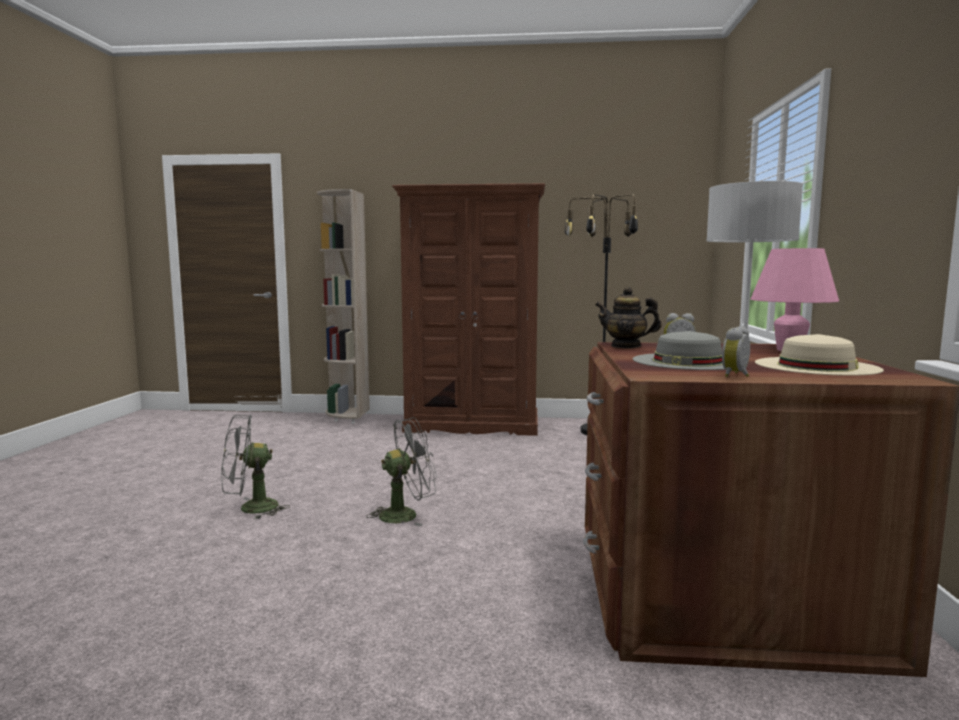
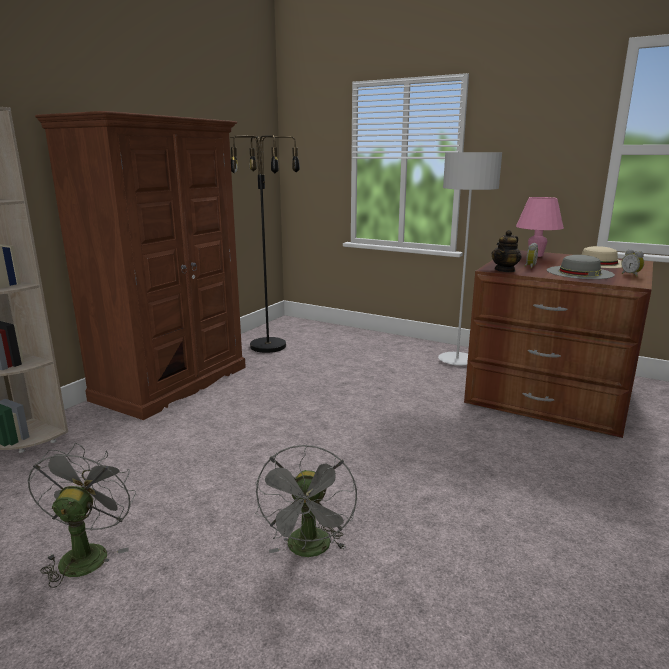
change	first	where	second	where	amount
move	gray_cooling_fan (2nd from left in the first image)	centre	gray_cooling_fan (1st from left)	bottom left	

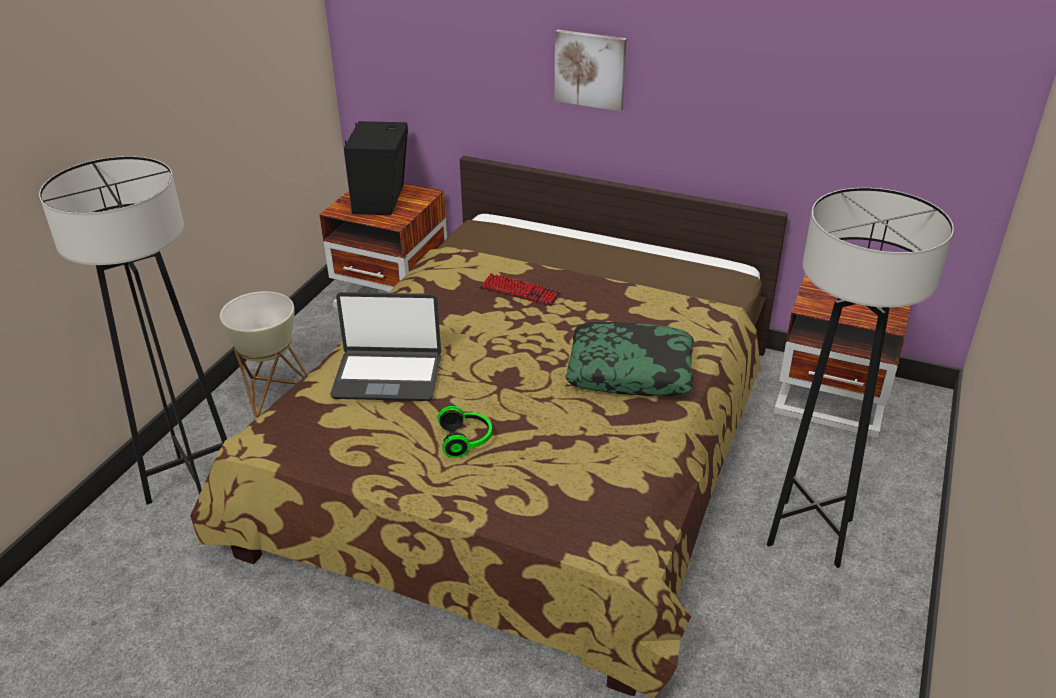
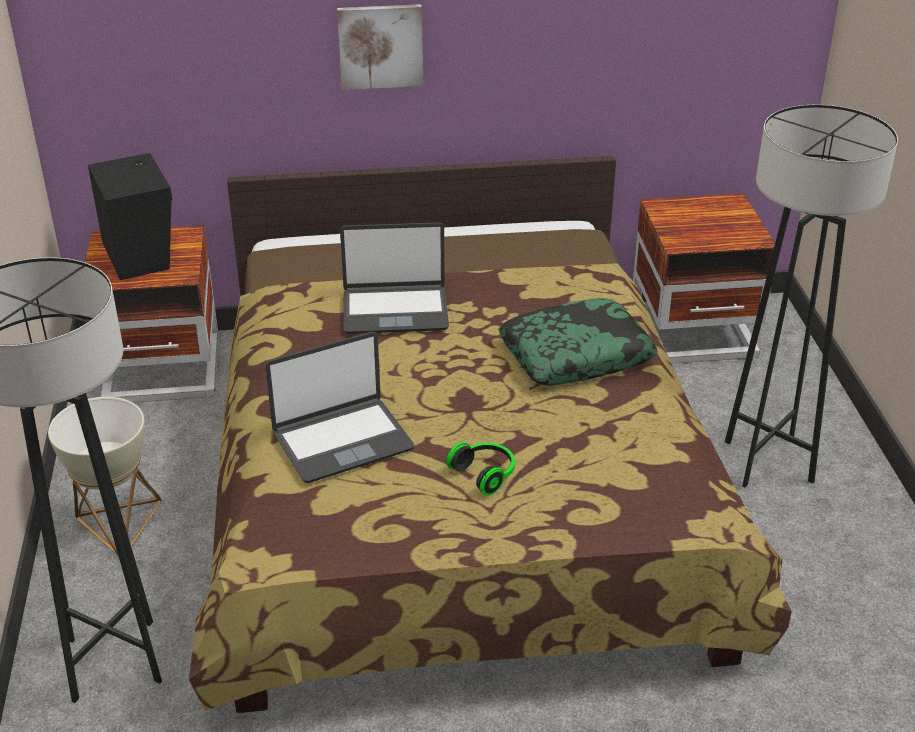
change	first	where	second	where	amount
replace	PC_keyboard	centre	notebook_computer (2nd from left)	centre	

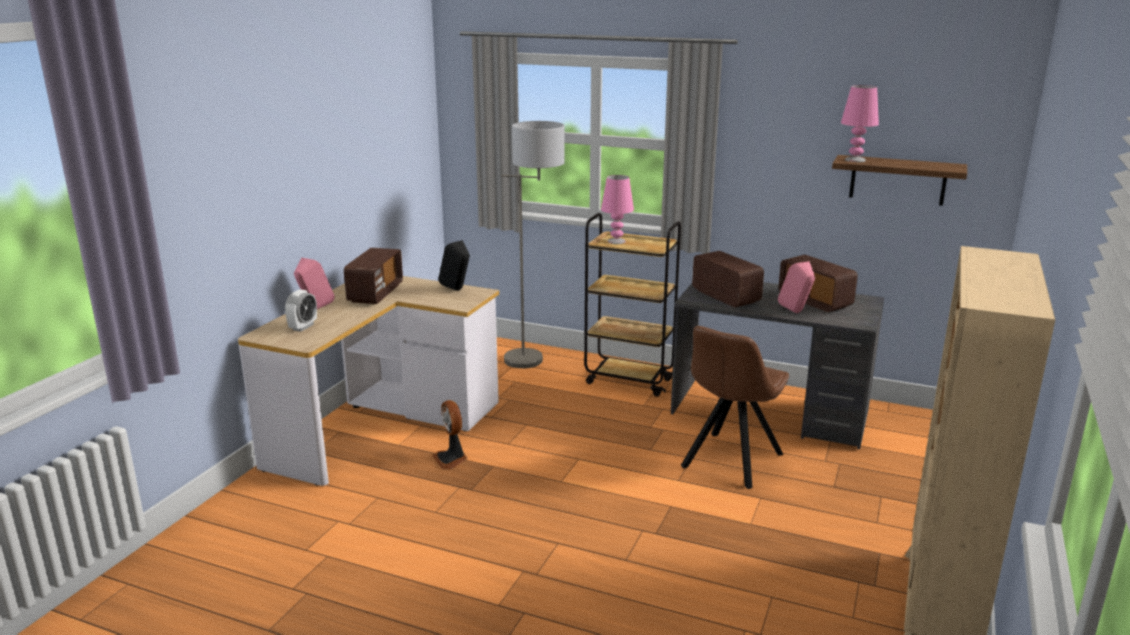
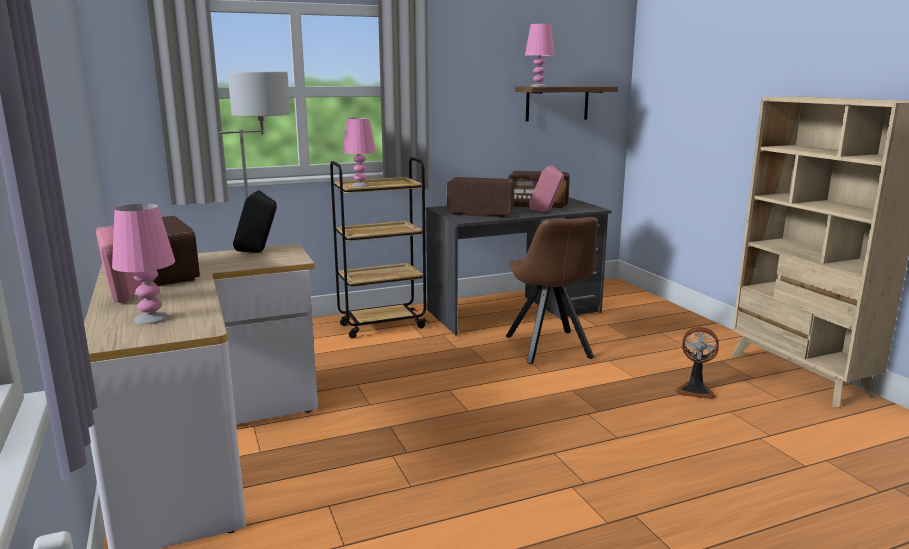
change	first	where	second	where	amount
replace	alarm_clock	middle left	pink_lamp_for_a_table (1st from left)	middle left	
move	cooling_fan	bottom centre		middle right	

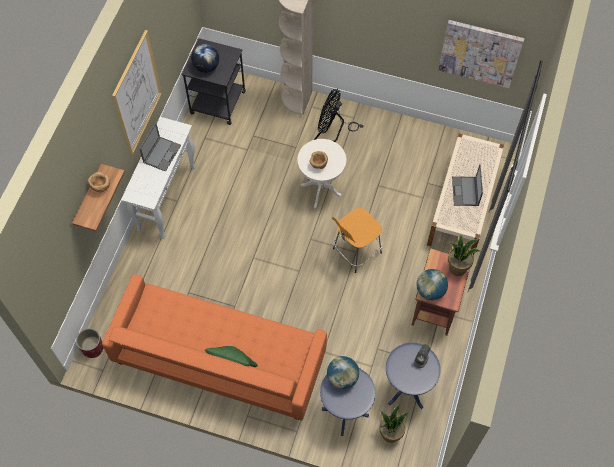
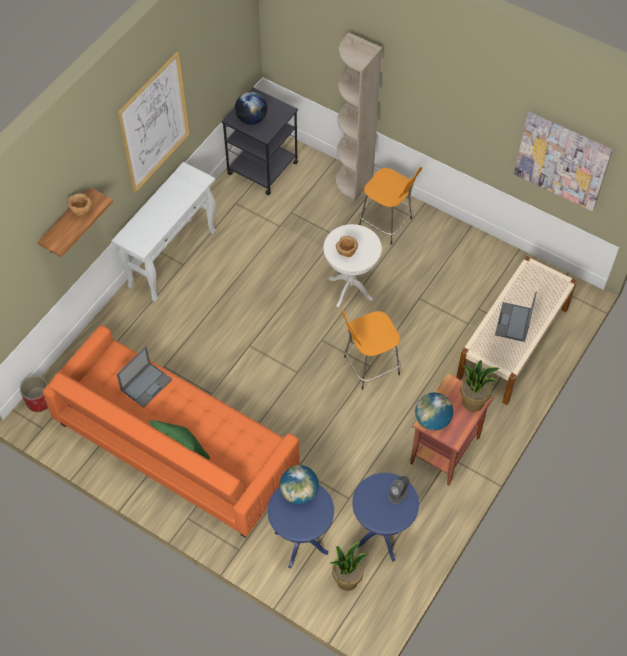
change	first	where	second	where	amount
move	notebook_computer (1st from left)	top left		middle left	
replace	blackish_cooling_fan	top centre	orange_stool_seat (2nd from left)	top centre	

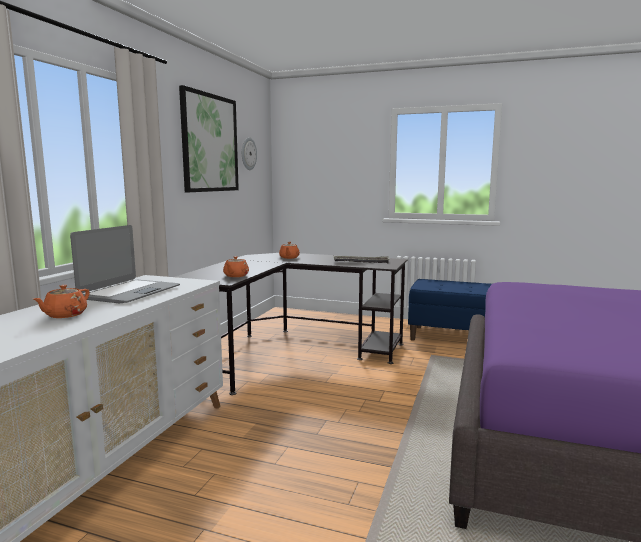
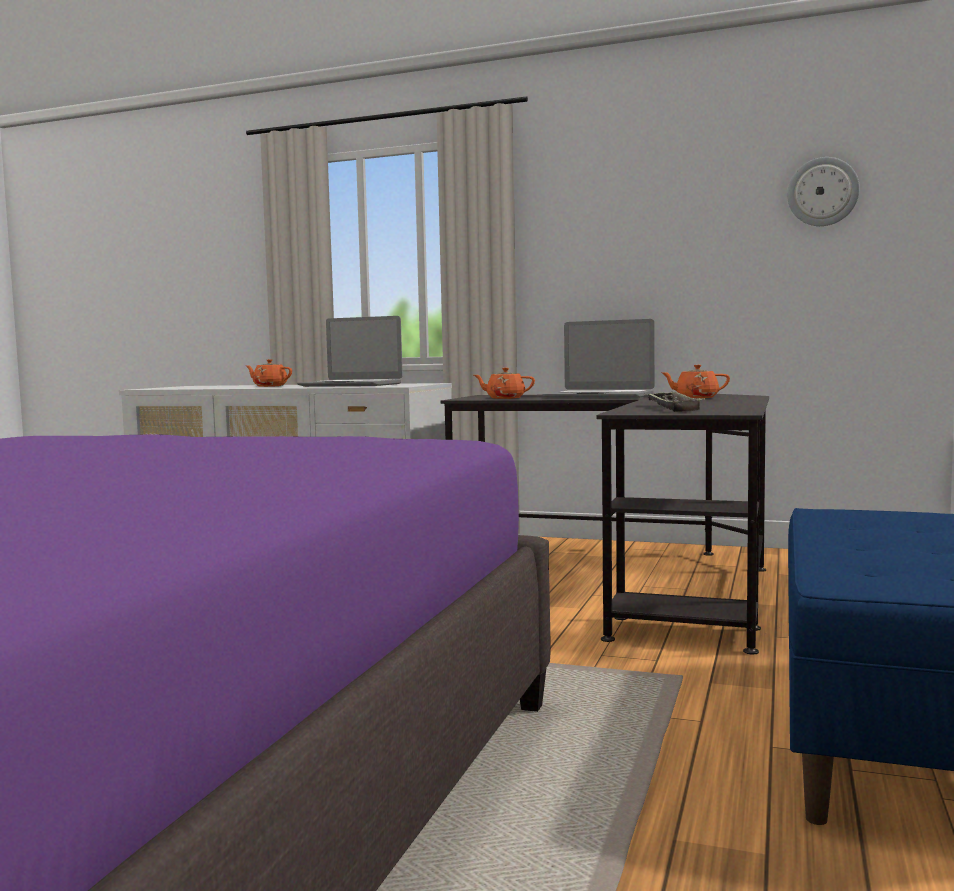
change	first	where	second	where	amount
insert			notebook_computer (2nd from left)	centre	
delete	wall_art	top left			

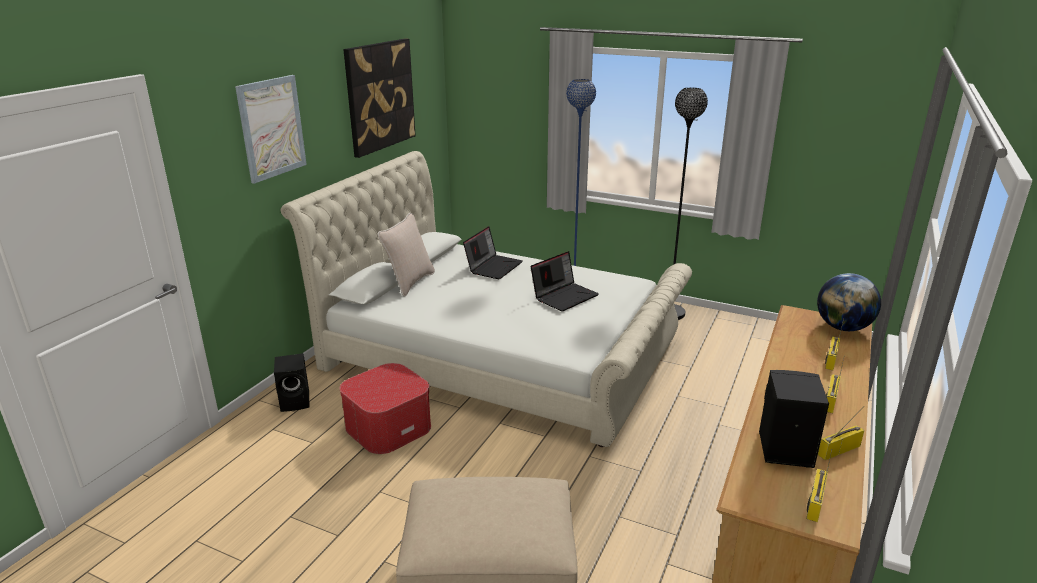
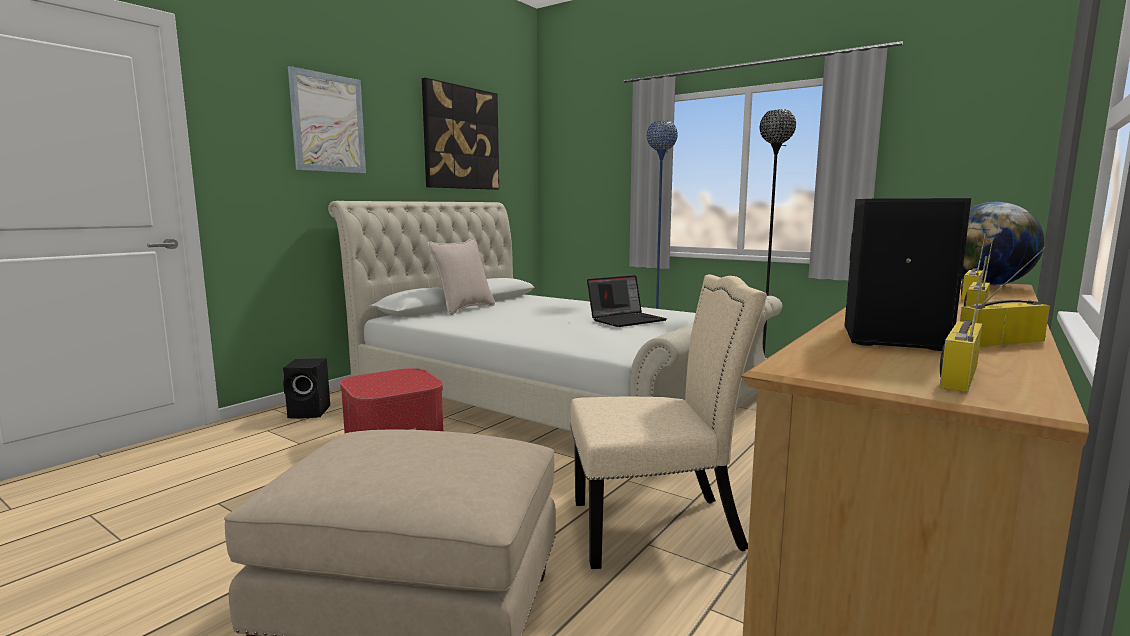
change	first	where	second	where	amount
insert			beige_upright_chair	centre	
delete	notebook_computer (1st from left)	centre			

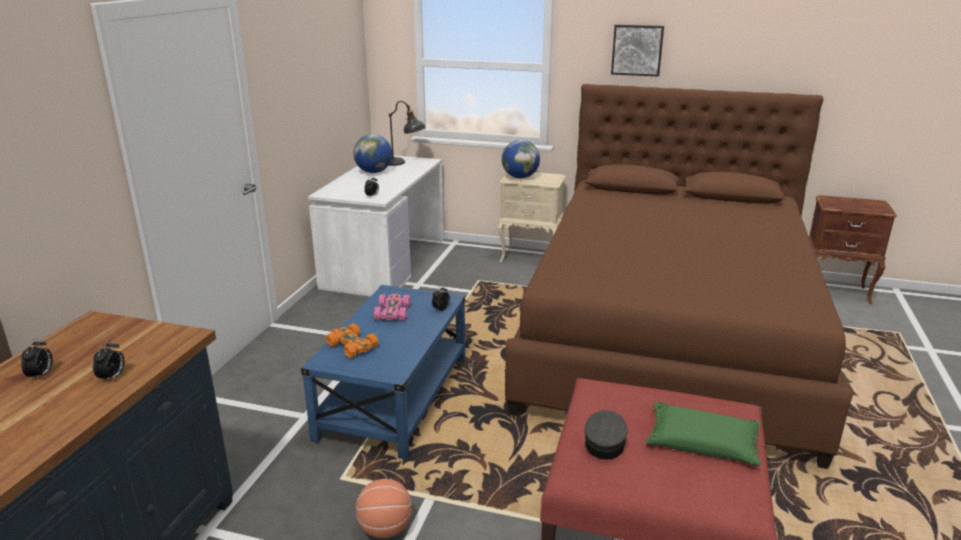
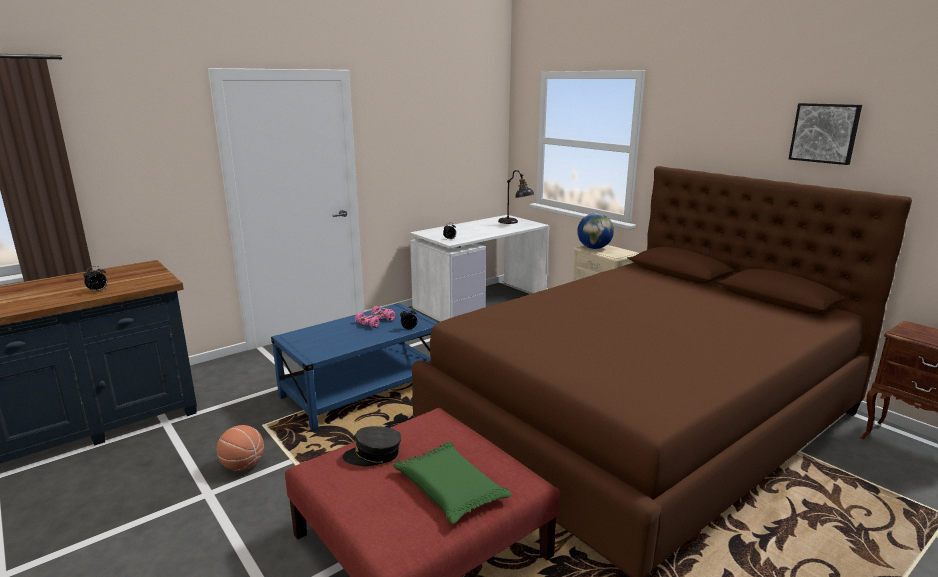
change	first	where	second	where	amount
rotate	gray_baseball_cap	bottom centre		bottom centre	150 degrees counterclockwise
move	wall_art	top centre		top right	
delete	alarm_clock (1st from left)	middle left			
delete	orange_miniature_car	centre			
delete	desk_globe (1st from left)	top centre			

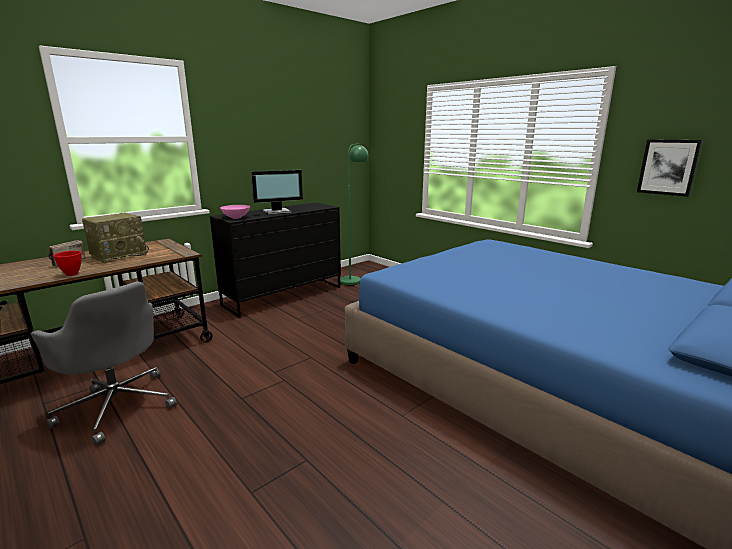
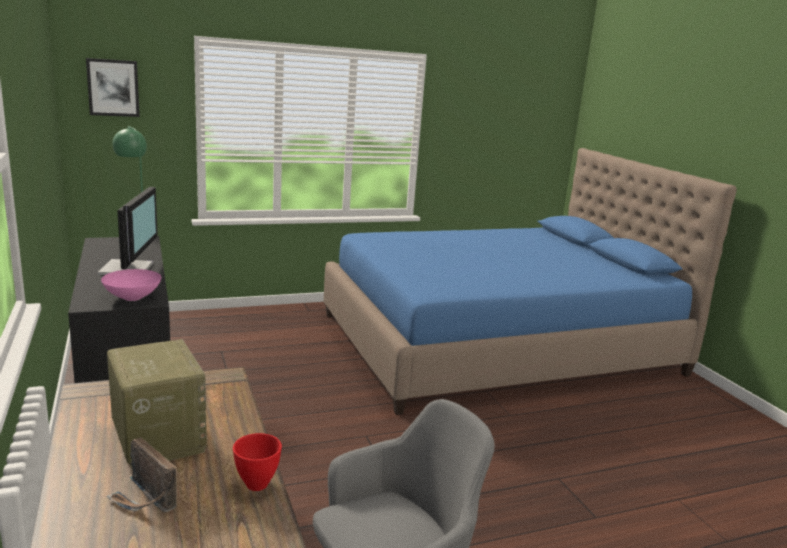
change	first	where	second	where	amount
move	wall_art	top right		top left	

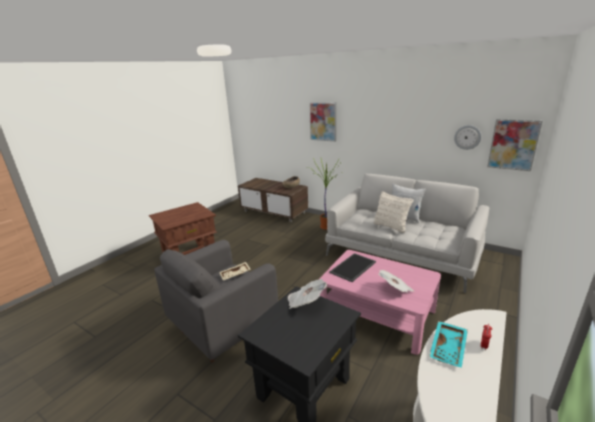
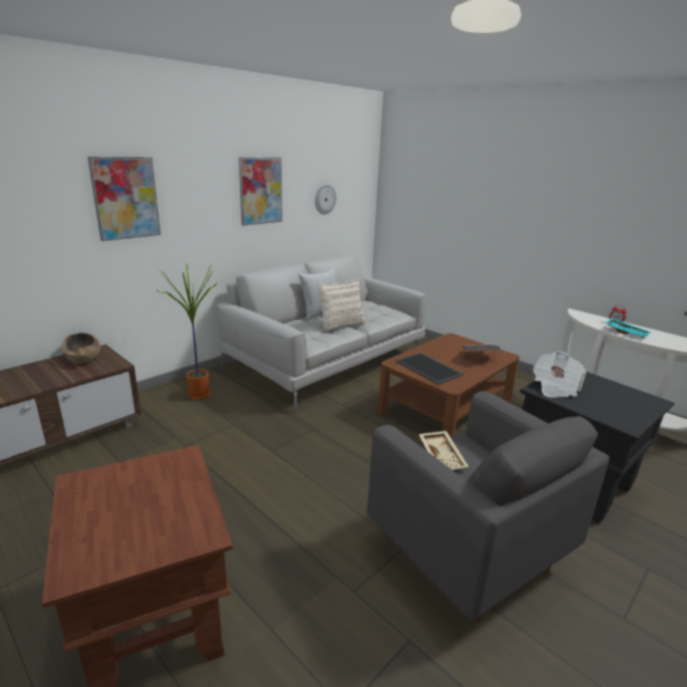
change	first	where	second	where	amount
move	wall_art (2nd from left)	middle right		top centre	
recolor	pink_coffee_table	bottom centre	brownish_coffee_table	centre	

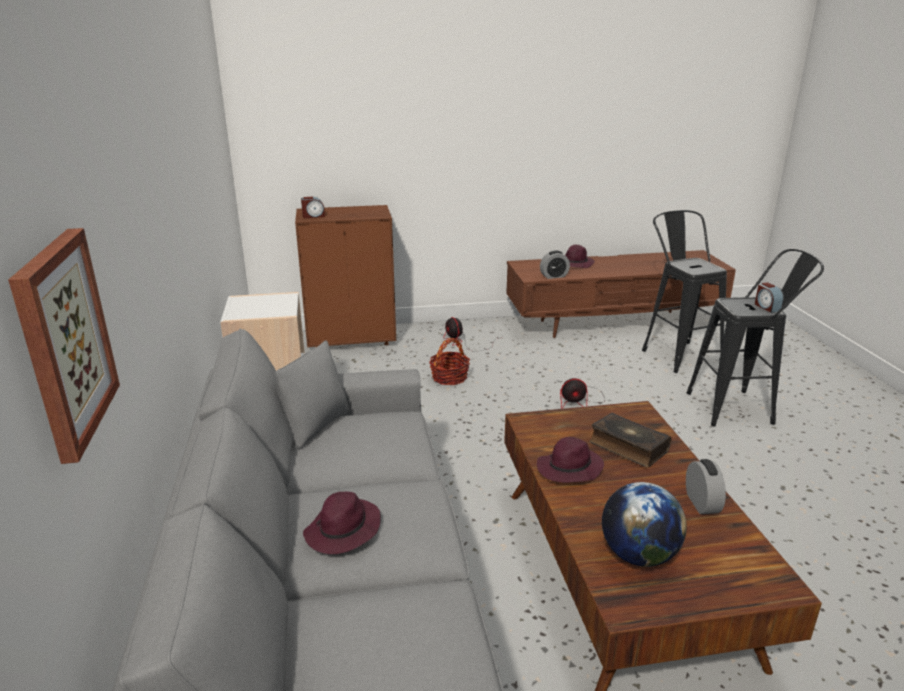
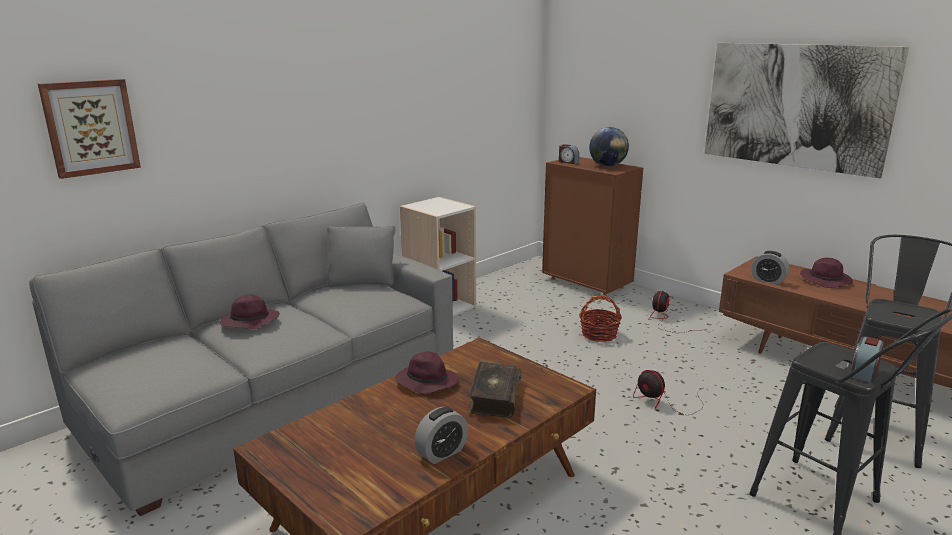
change	first	where	second	where	amount
move	desk_globe	bottom right		top centre	
insert			wall_art (2nd from left)	top right	

